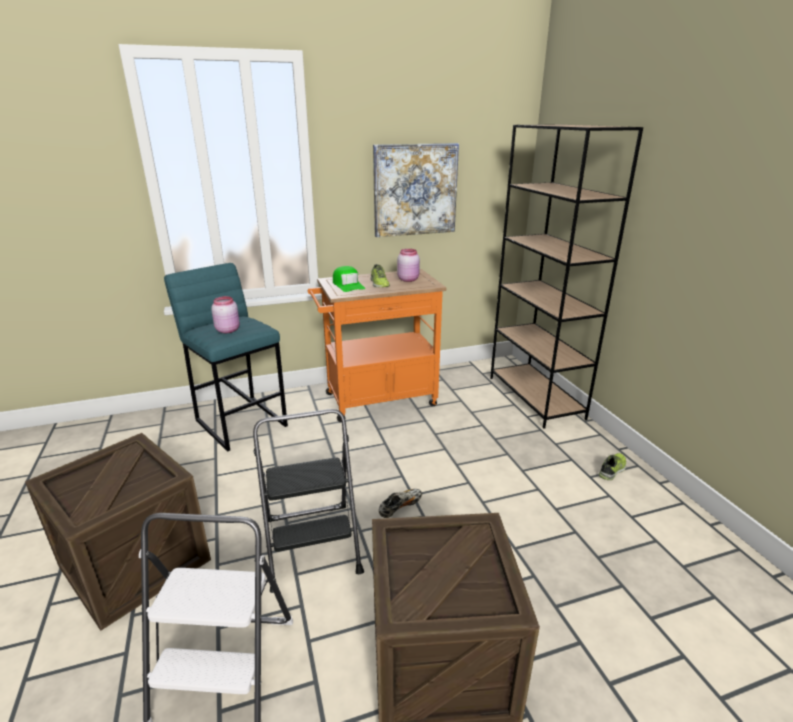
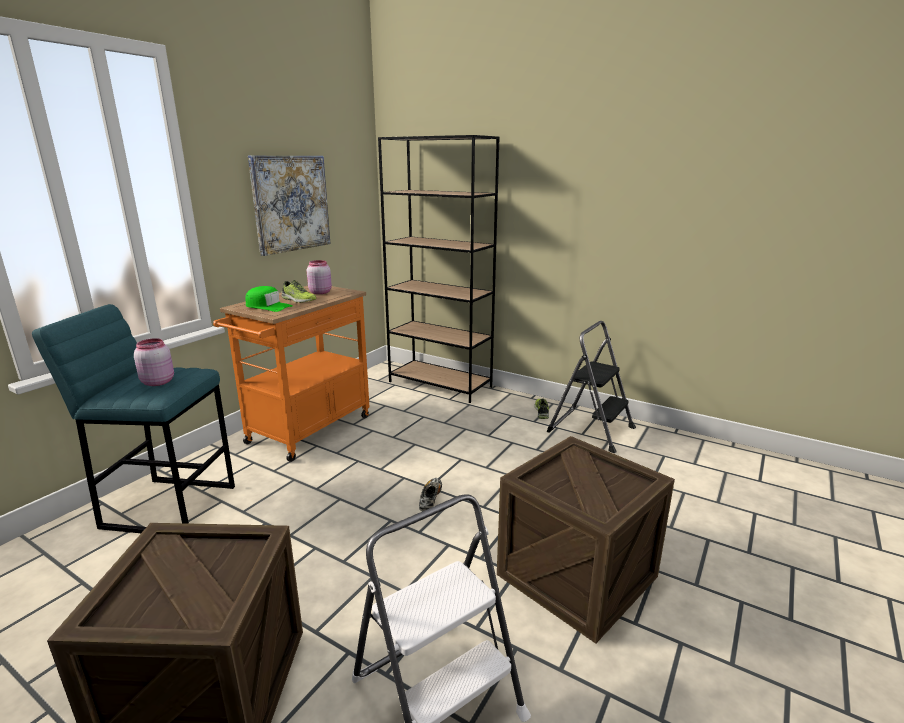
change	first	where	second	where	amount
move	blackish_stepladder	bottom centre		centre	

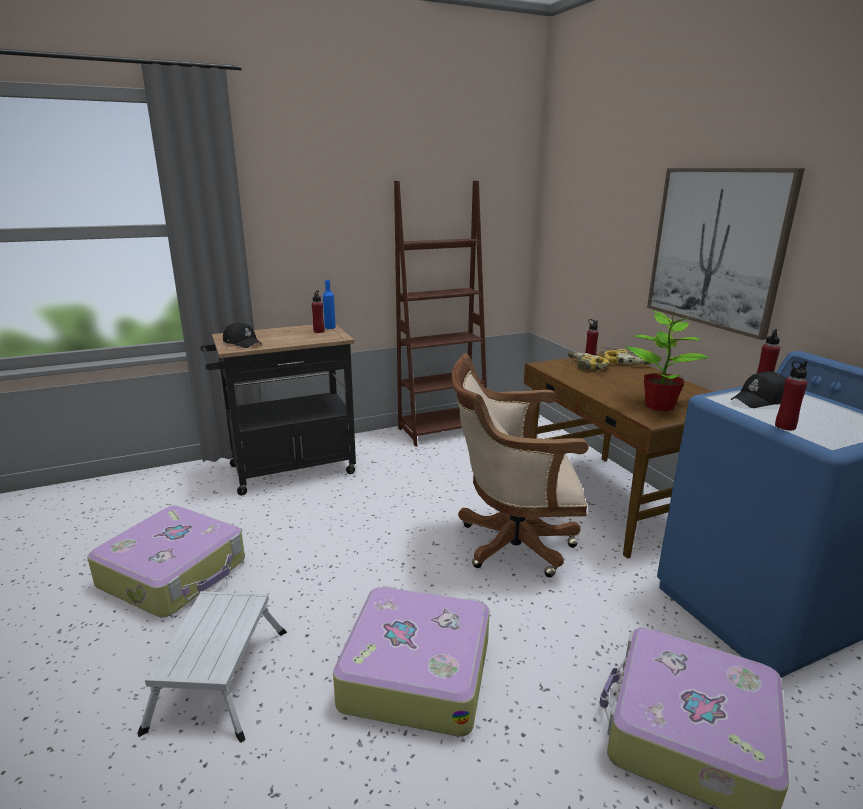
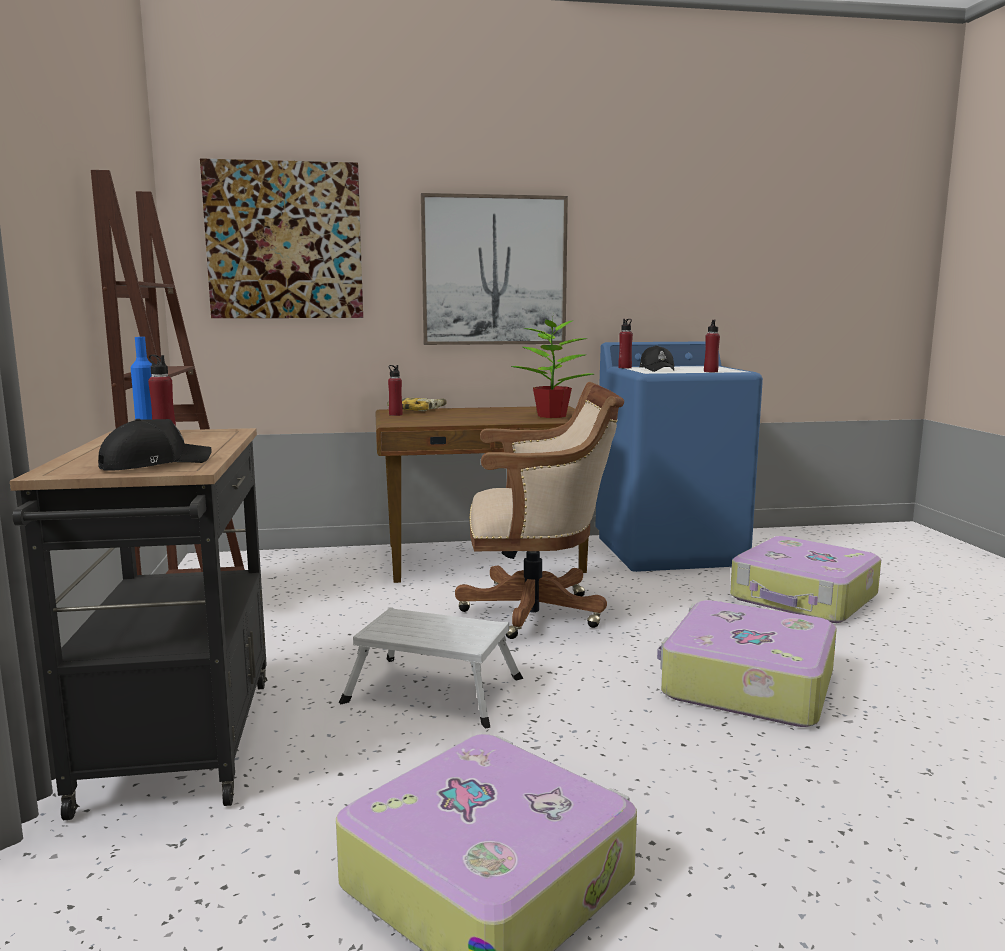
change	first	where	second	where	amount
insert			wall_art (1st from left)	top left	
move	whitish_stepladder	bottom left		bottom centre	
rotate	office_chair	centre		centre	105 degrees counterclockwise
delete	electric_drill (1st from left)	middle right			

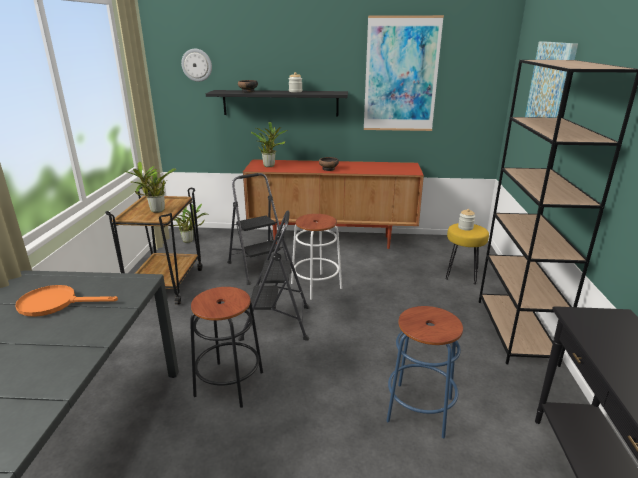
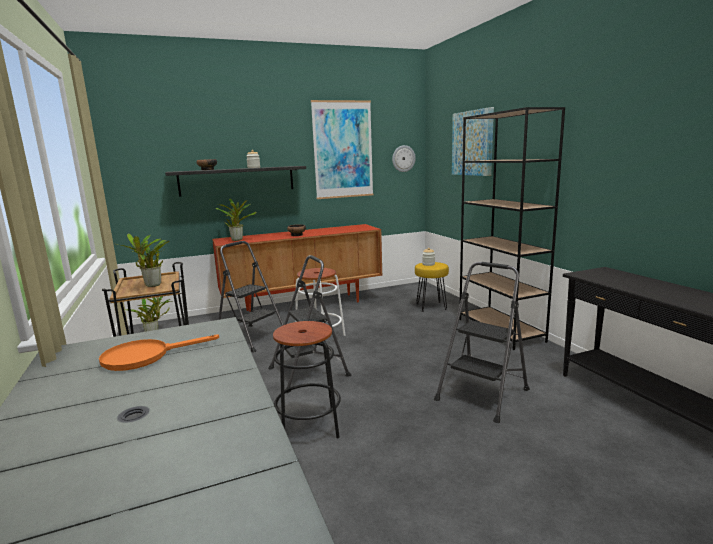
change	first	where	second	where	amount
move	wall_clock	top left		top centre	
replace	blue-coloured_stool_seat	bottom centre	blackish_stepladder (3rd from left)	middle right	

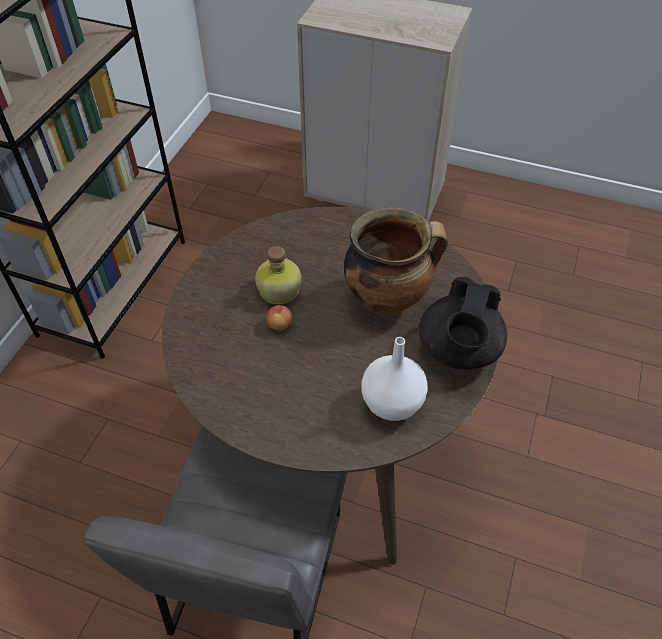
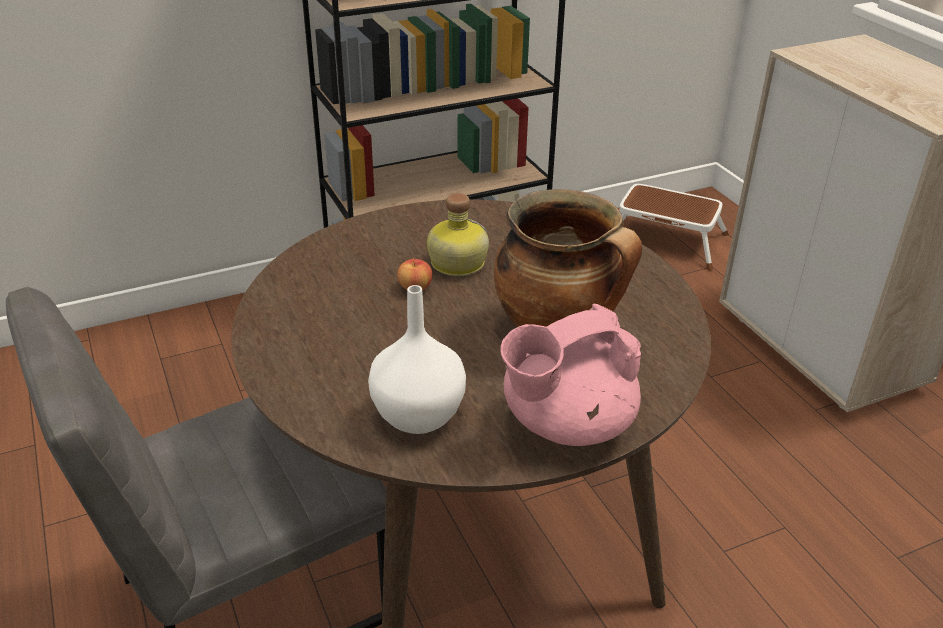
change	first	where	second	where	amount
recolor	blackish_tea_pot	middle right	pink_tea_pot	centre	
insert			brownish_stepladder	middle right	

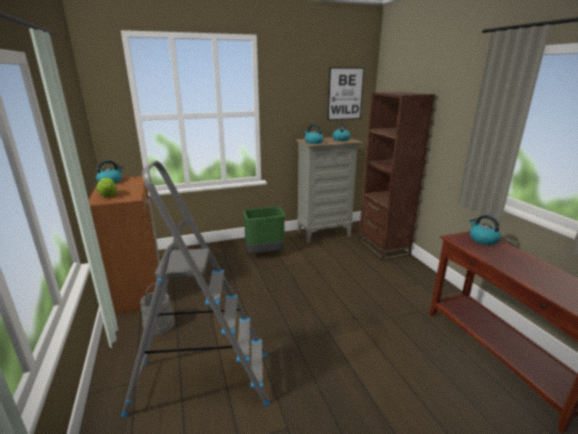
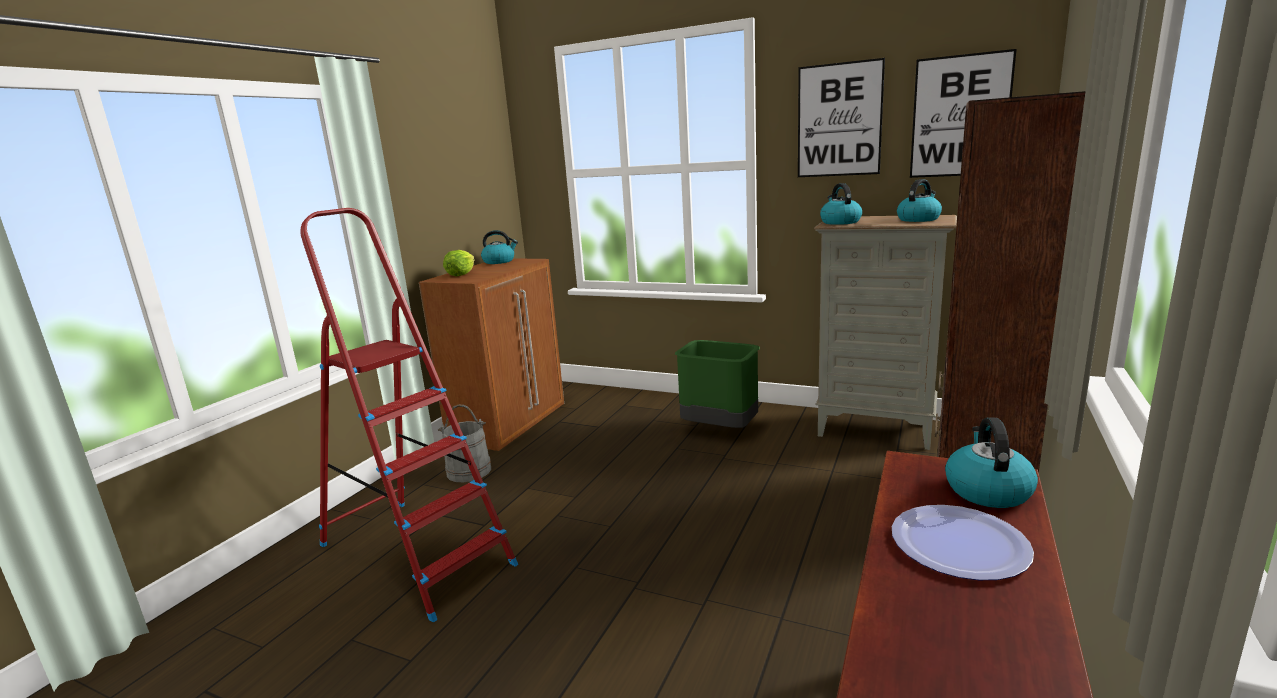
change	first	where	second	where	amount
recolor	gray_stepladder	centre	reddish_stepladder	middle left	
insert			wall_art (1st from left)	top centre	
insert			plate	bottom right	

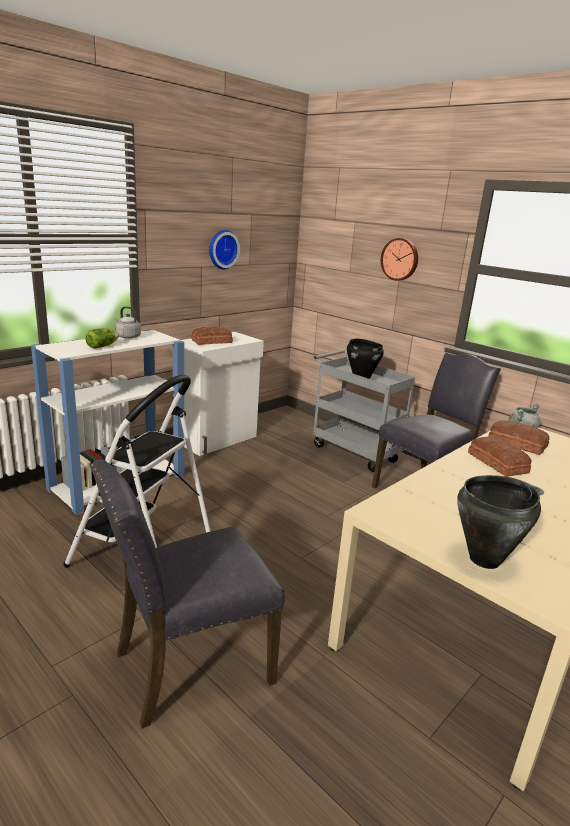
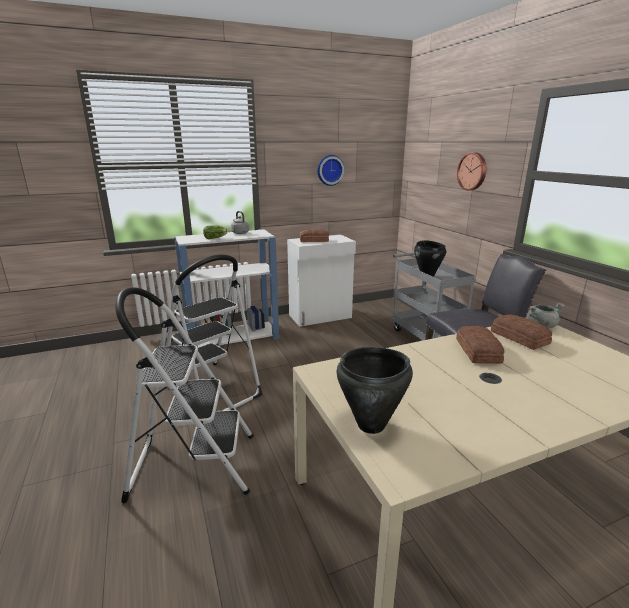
change	first	where	second	where	amount
replace	gray_upright_chair (1st from left)	bottom left	stepladder (1st from left)	middle left	

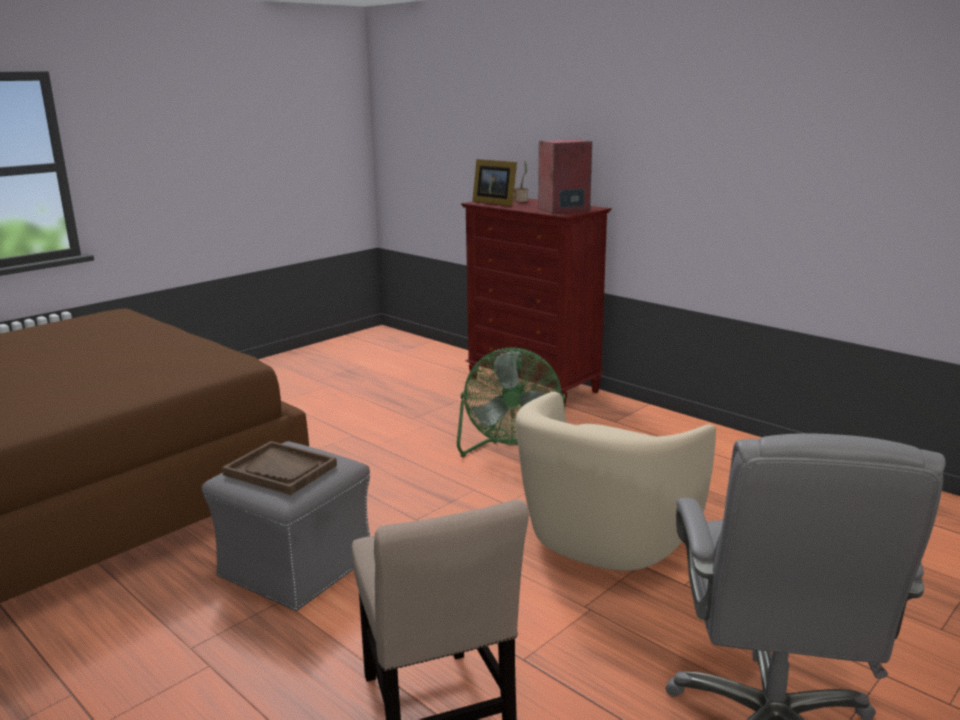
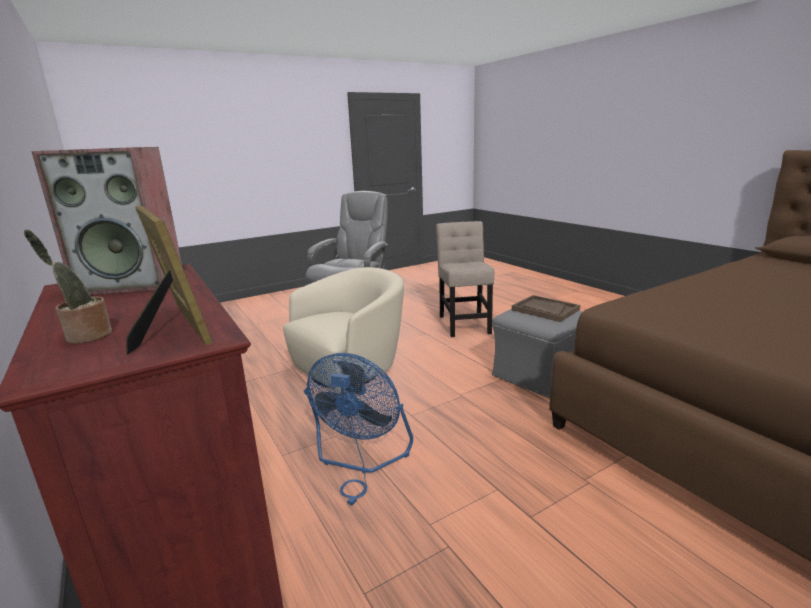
change	first	where	second	where	amount
recolor	green-coloured_cooling_fan	centre	blue-coloured_cooling_fan	bottom centre	

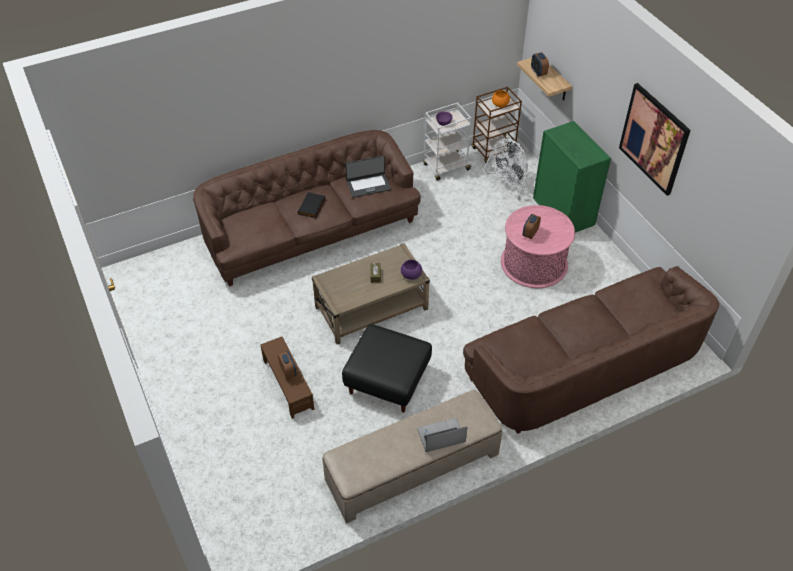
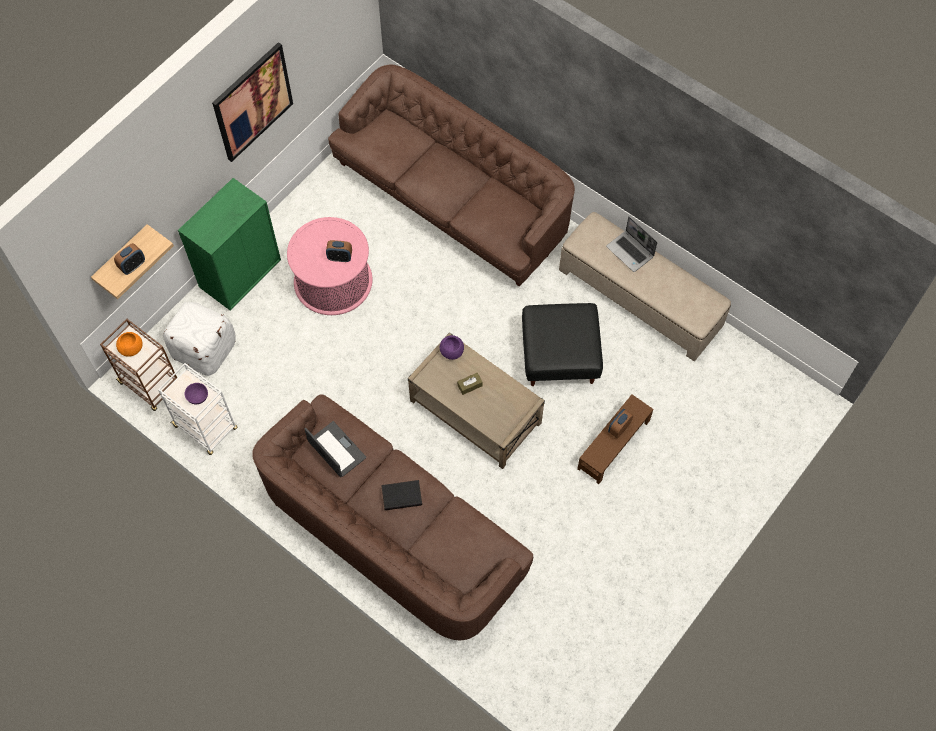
change	first	where	second	where	amount
replace	whitish_cooling_fan	top centre	whitish_footrest	middle left	

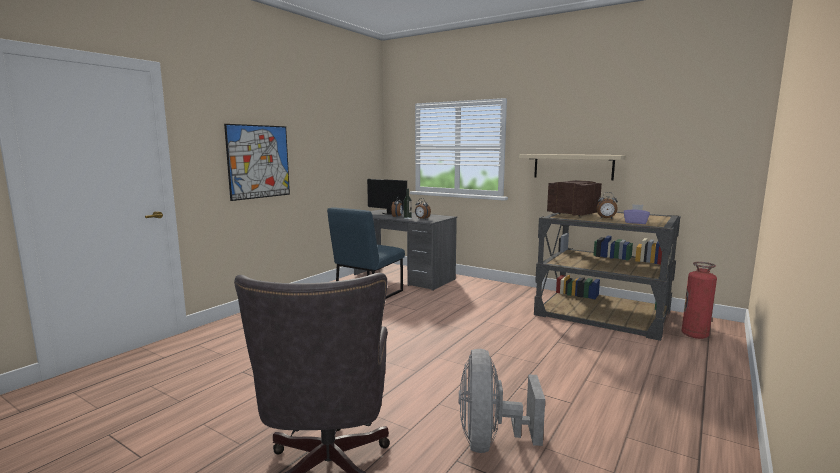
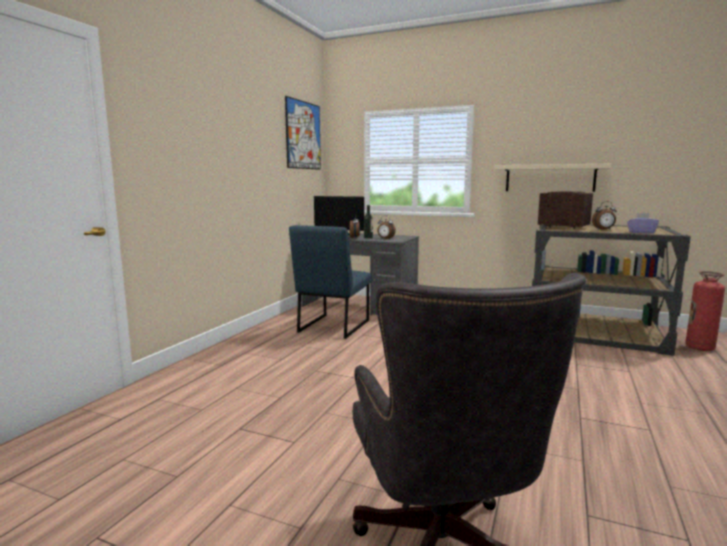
change	first	where	second	where	amount
move	wall_art	middle left		top centre	
delete	gray_cooling_fan	bottom centre			

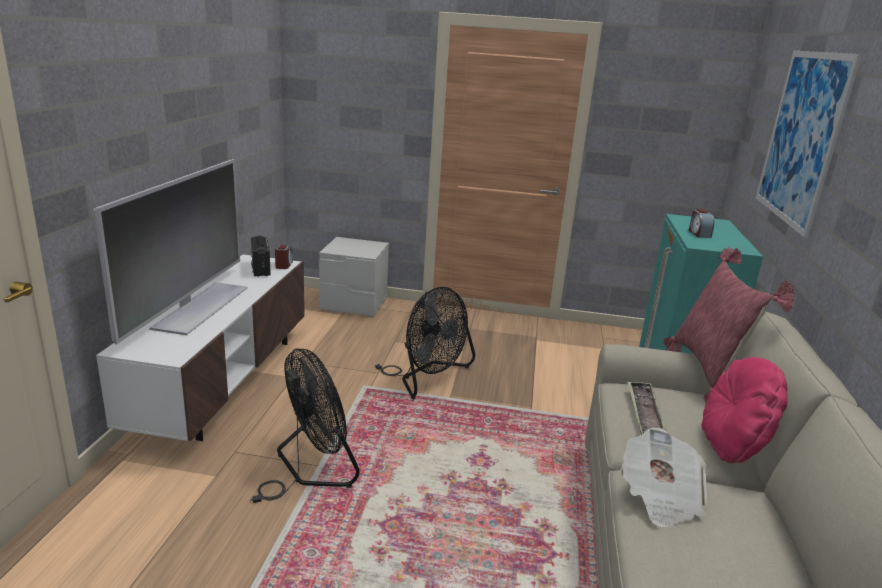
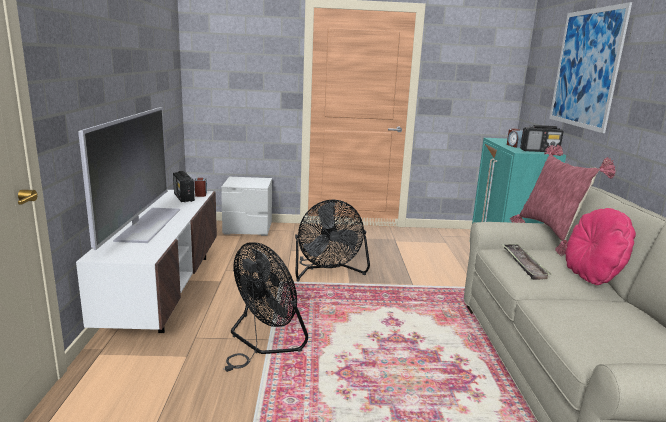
change	first	where	second	where	amount
rotate	blackish_cooling_fan (2nd from left)	centre		centre	45 degrees clockwise
insert			radio_receiver (2nd from left)	top right	
delete	daily_paper	bottom right			

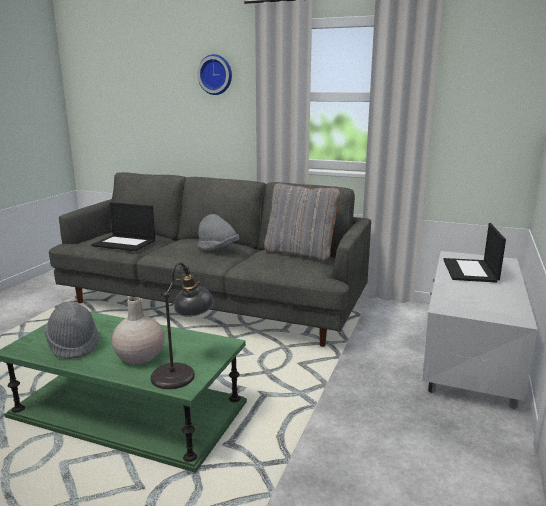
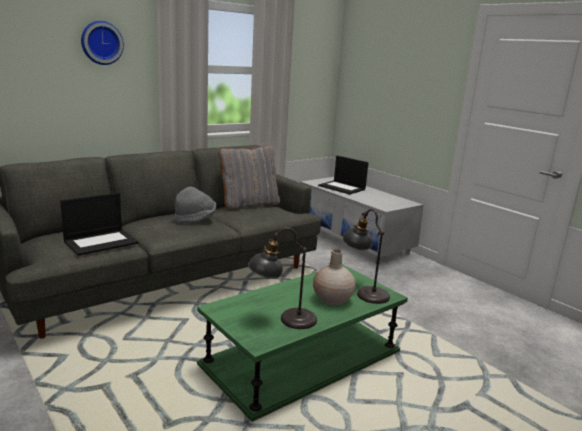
change	first	where	second	where	amount
replace	gray_hat (1st from left)	middle left	gray_lamp_for_a_table (1st from left)	centre	

